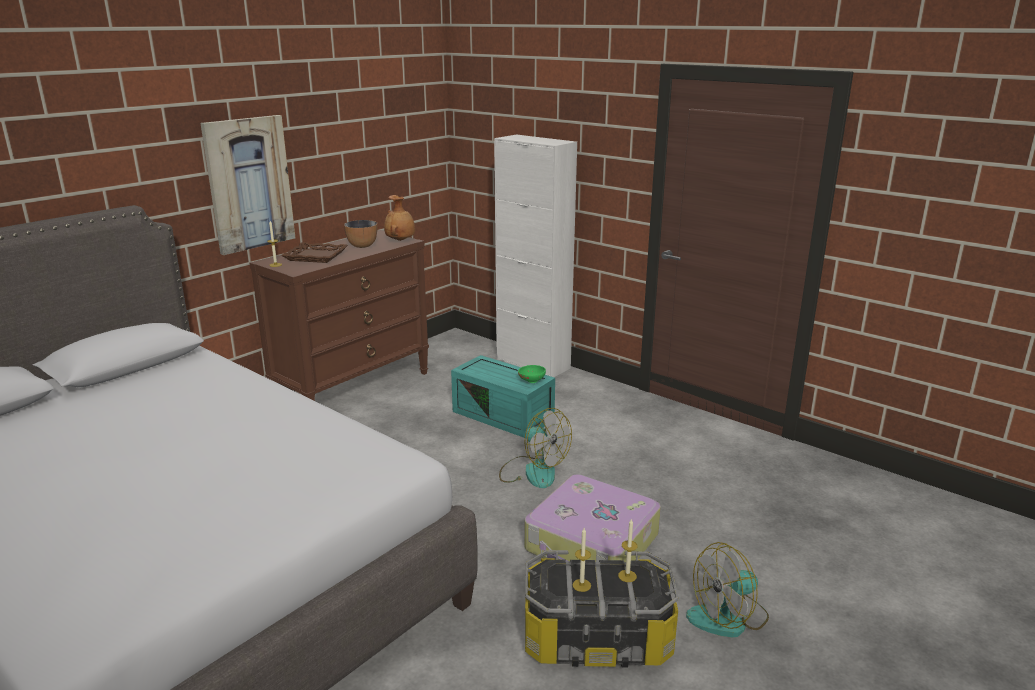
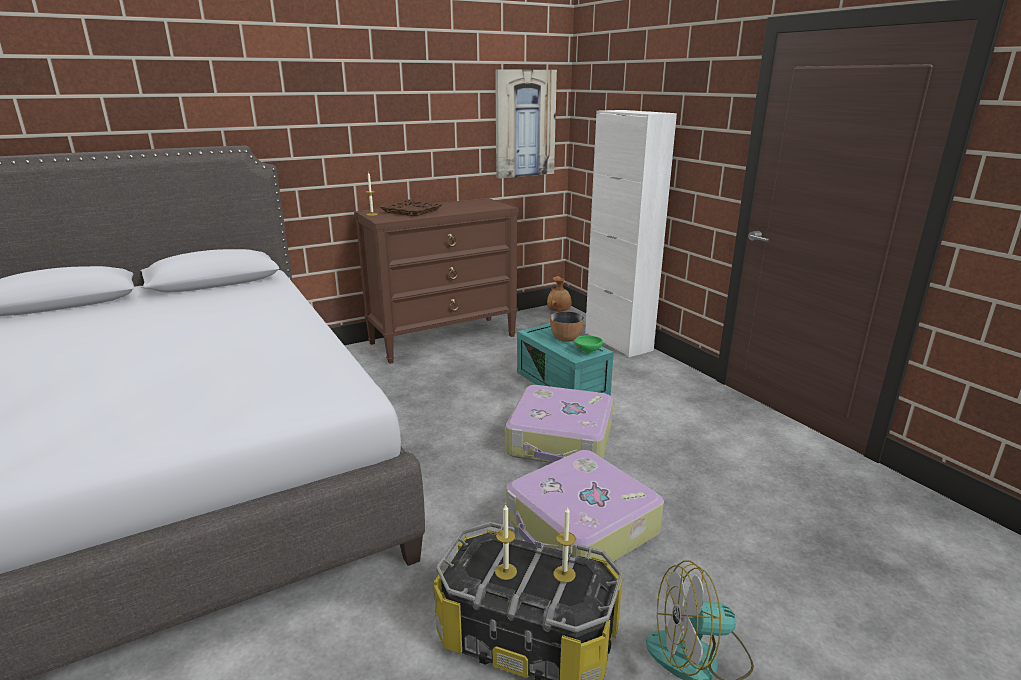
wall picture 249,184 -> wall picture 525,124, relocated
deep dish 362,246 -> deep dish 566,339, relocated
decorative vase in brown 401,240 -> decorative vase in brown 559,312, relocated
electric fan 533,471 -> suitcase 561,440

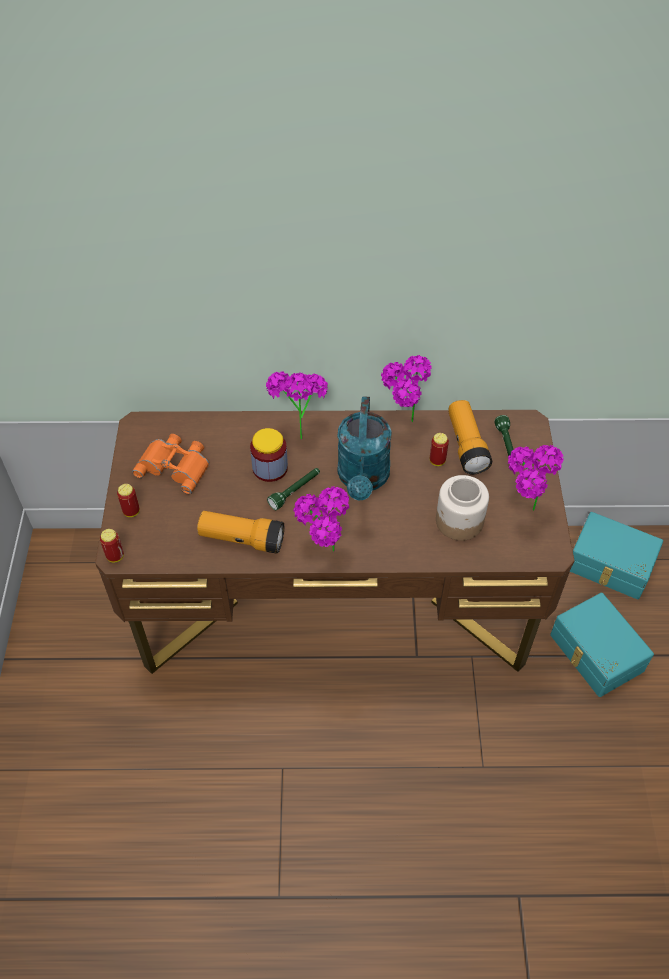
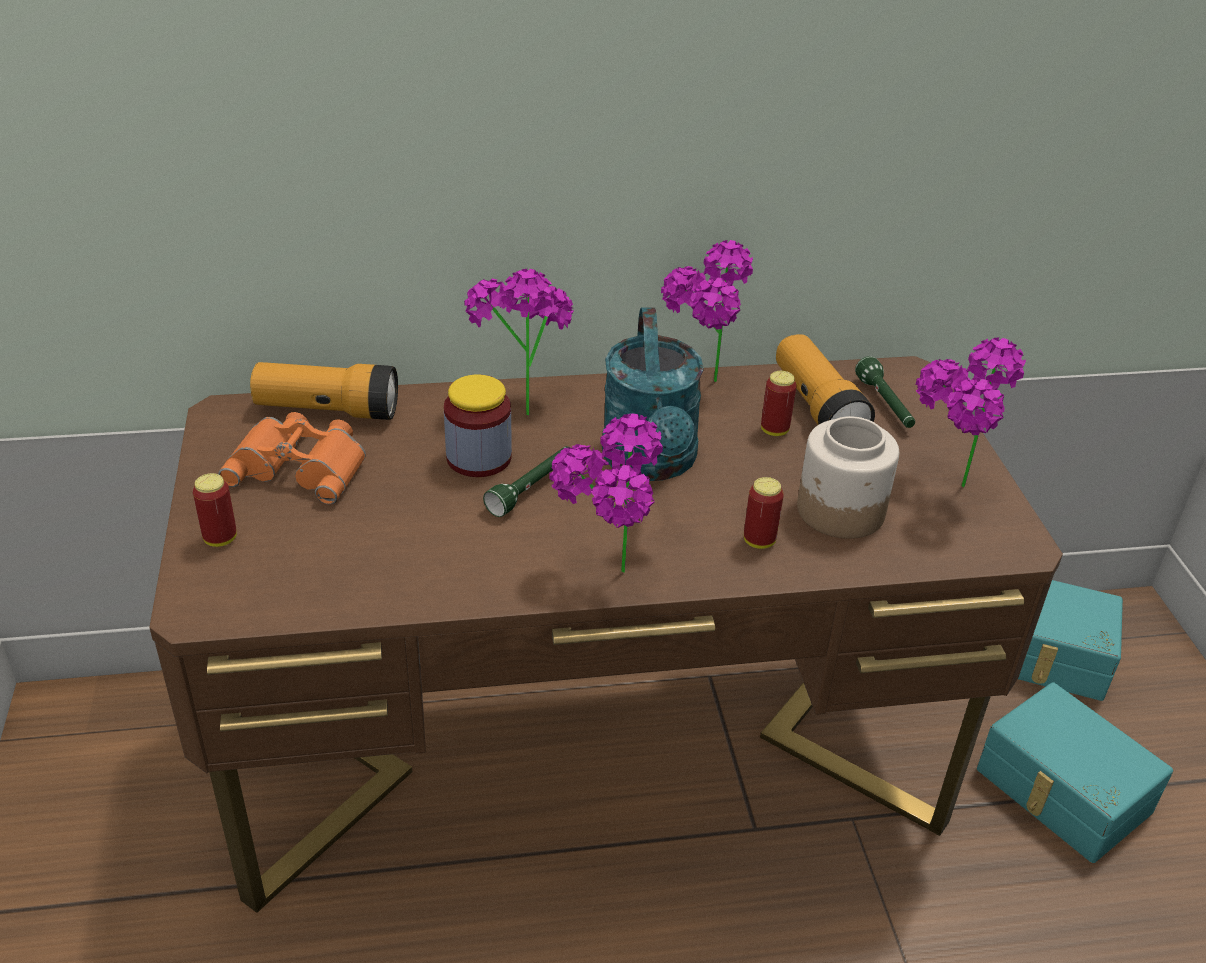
sealed can 115,556 -> sealed can 759,541, relocated
flashlight 242,539 -> flashlight 328,410, relocated

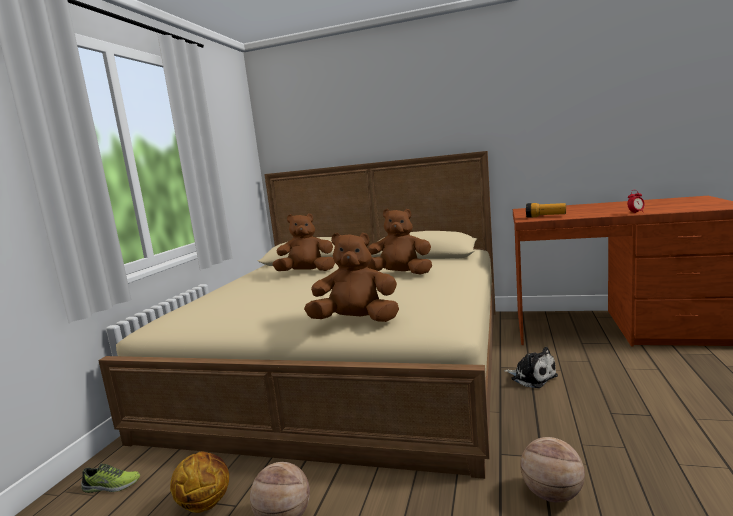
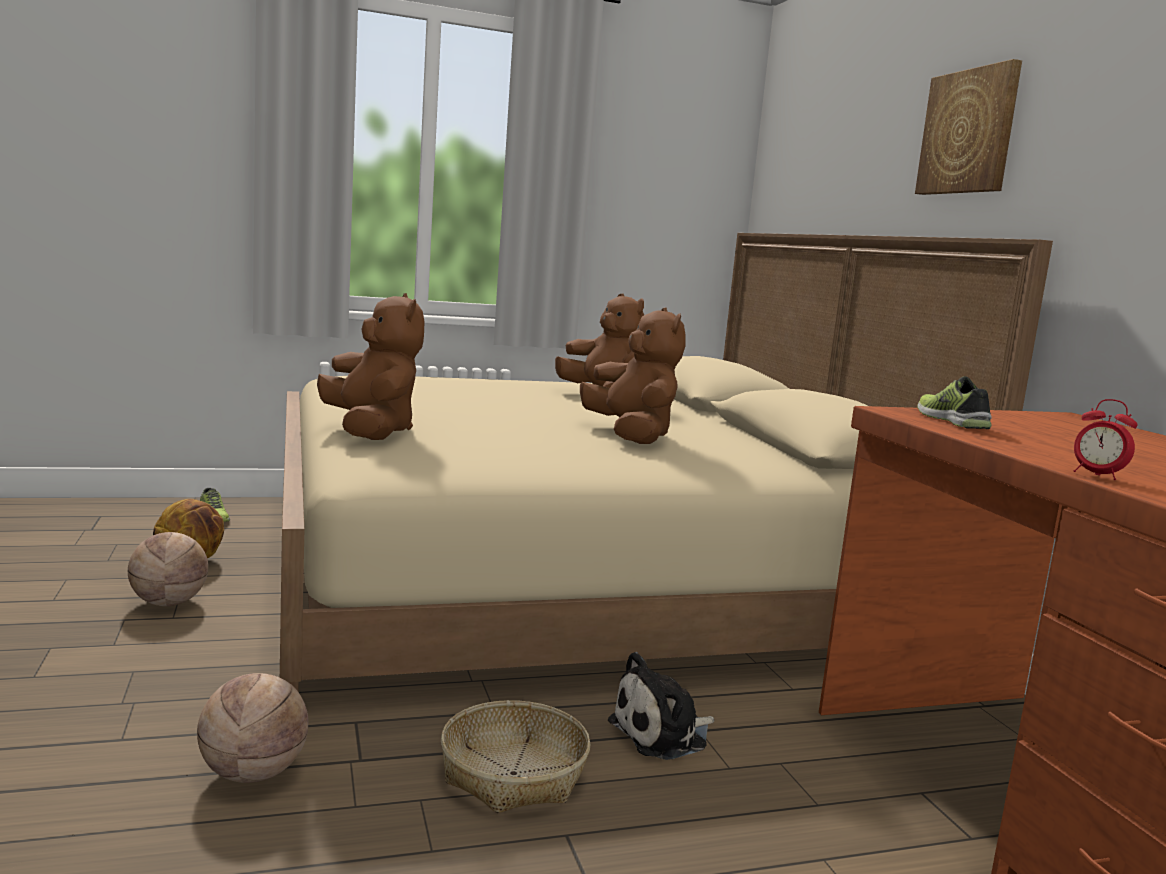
soft toy 531,377 -> soft toy 663,734, 45 degrees clockwise
flashlight 545,216 -> shoe 953,421
none -> basket 514,774
none -> wall picture 969,132

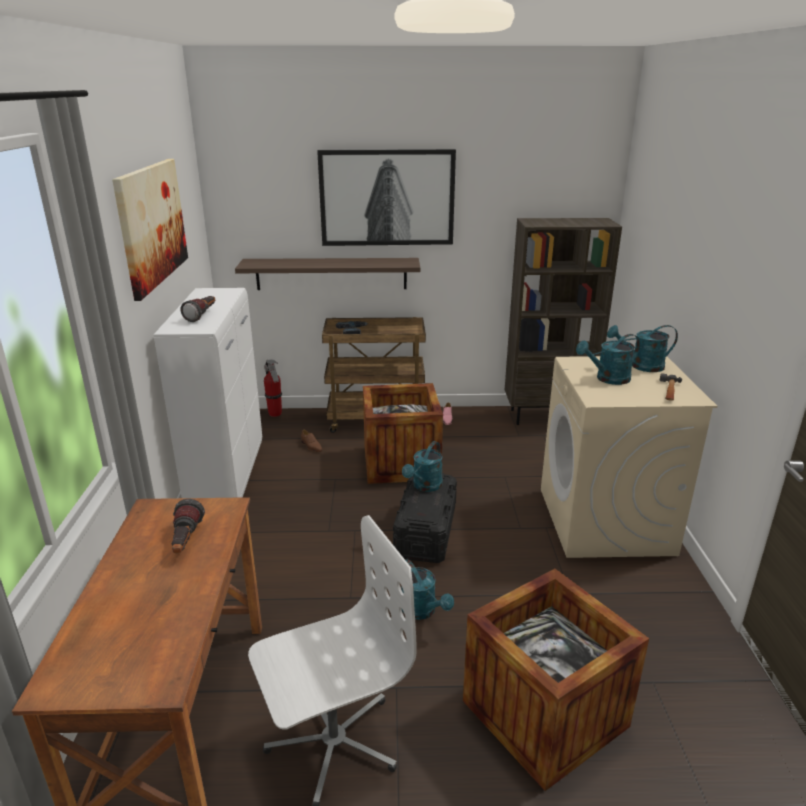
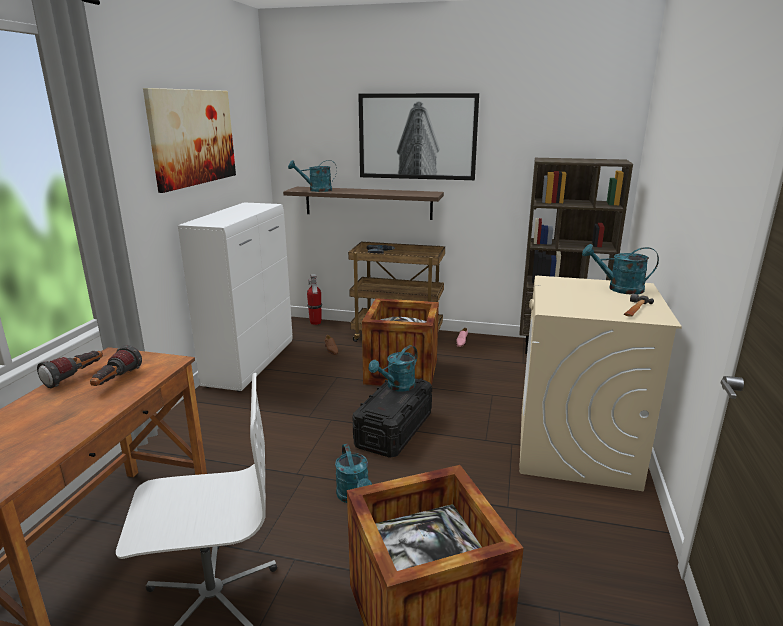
flashlight 202,315 -> flashlight 76,377, relocated
watering pot in turquoise 608,379 -> watering pot in turquoise 316,190, relocated

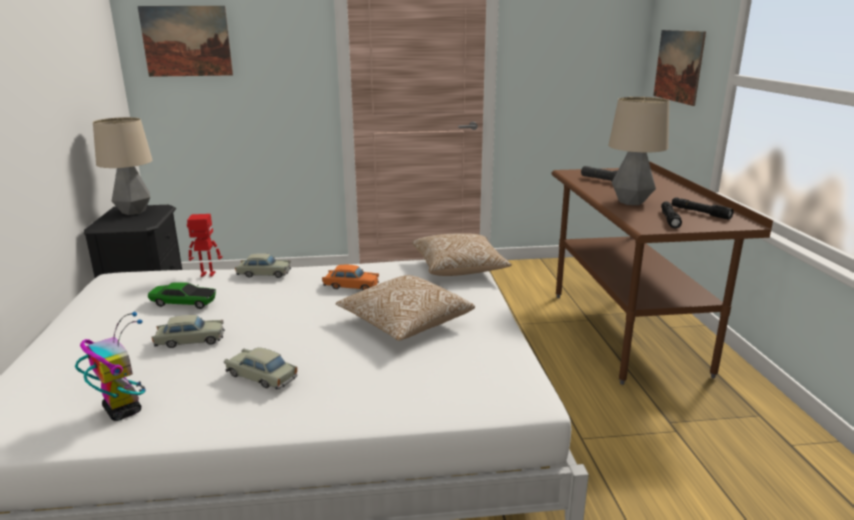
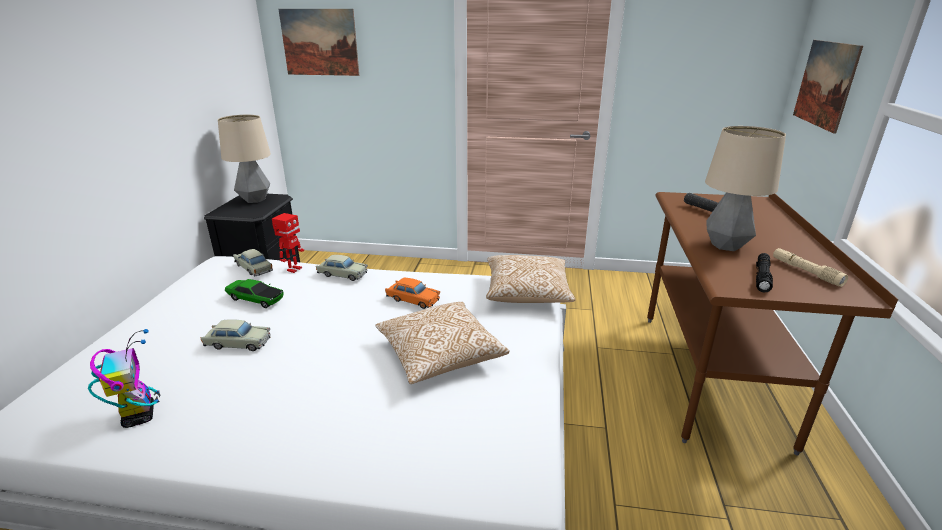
toy robot 207,274 -> toy robot 293,269, 105 degrees clockwise
miniature car in beige 261,377 -> miniature car in beige 254,268, relocated
flashlight in black-coloured 700,213 -> flashlight in beige 805,272

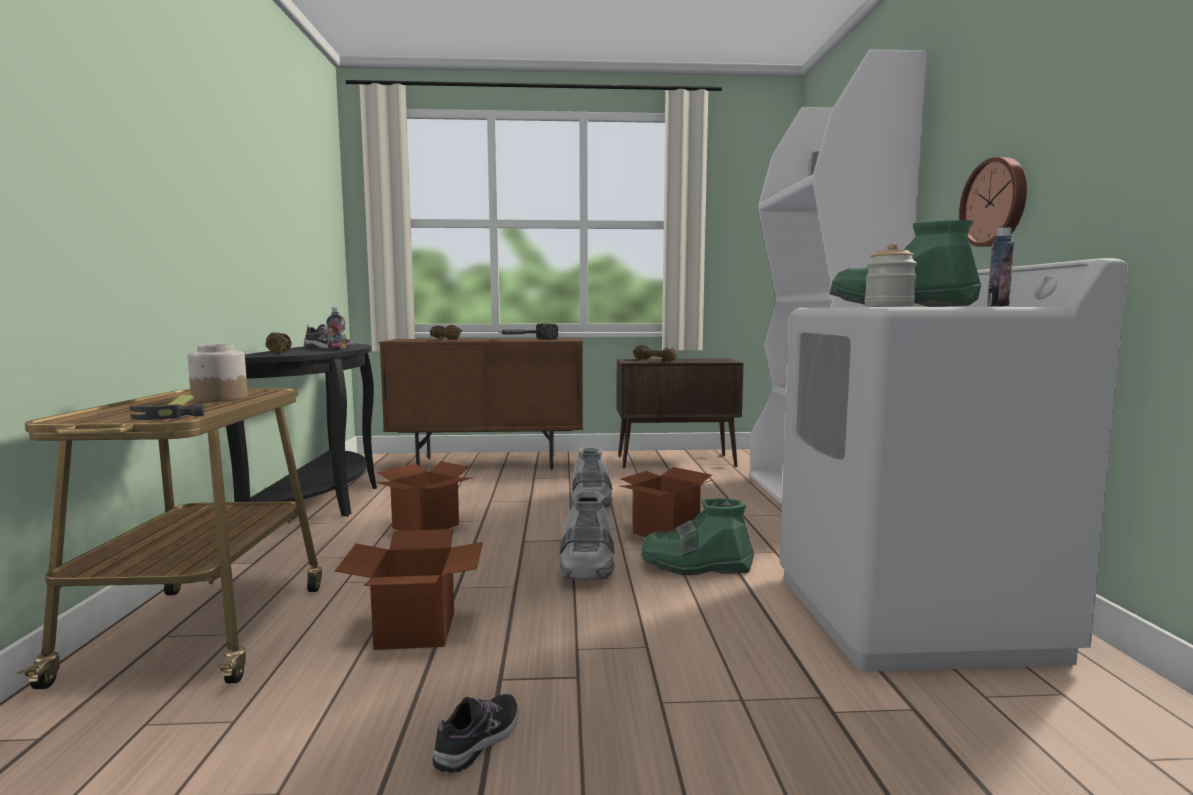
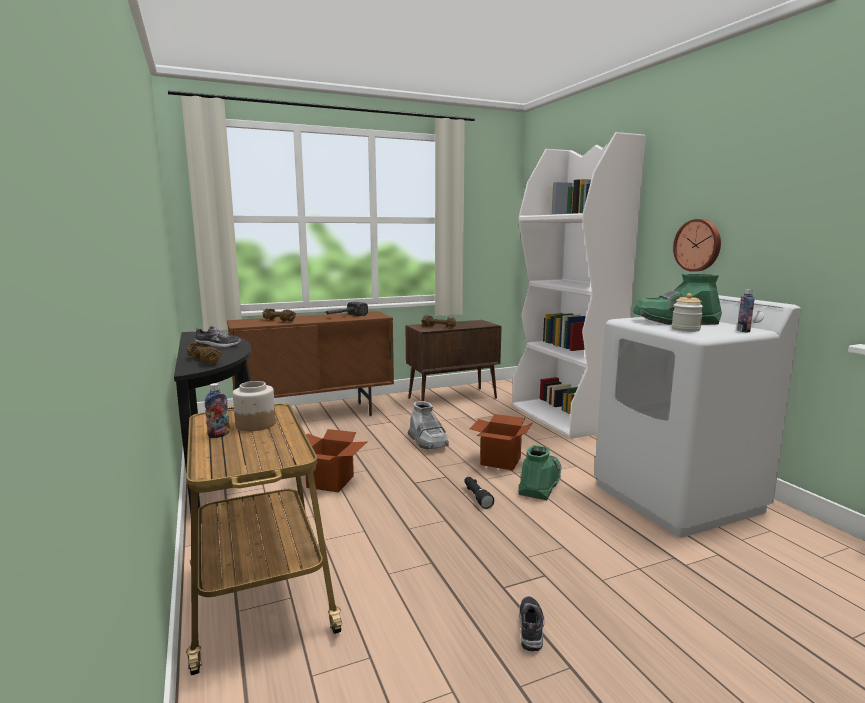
tool hammer 177,410 -> none
drink bottle 337,349 -> drink bottle 219,435, relocated
carton 415,630 -> none
boot in grey 587,567 -> flashlight in black-coloured 477,497
boot in greenish 695,565 -> boot in greenish 540,484, 135 degrees clockwise

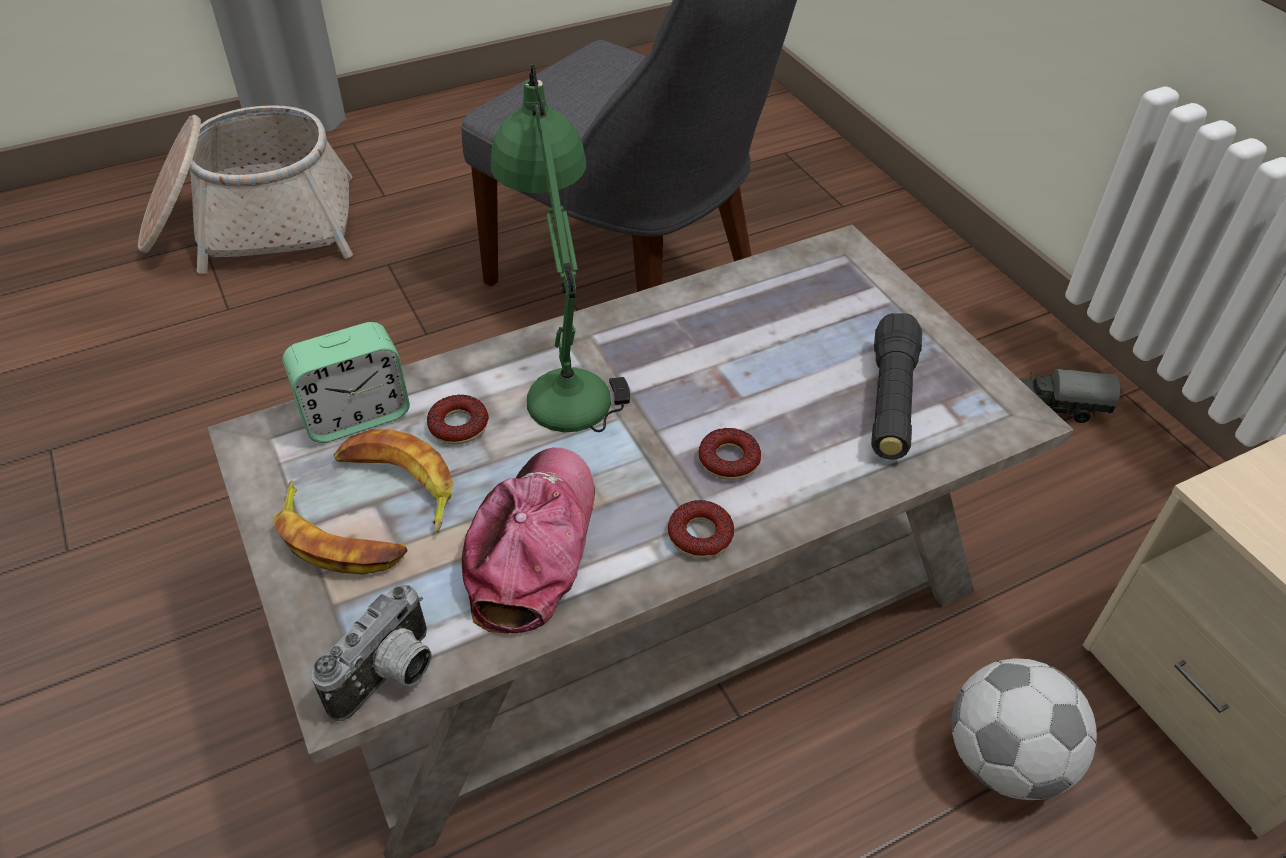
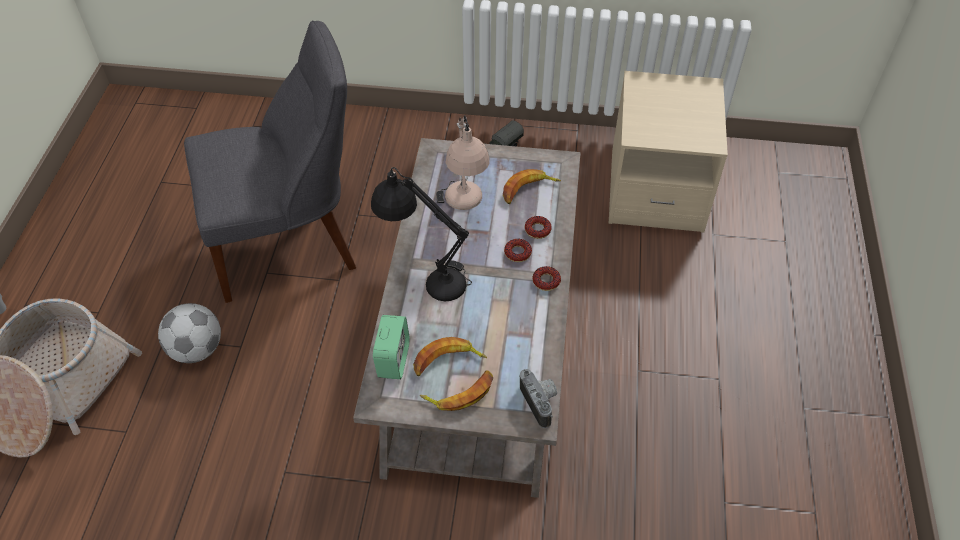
donut 459,425 -> donut 537,230, relocated
peaked cap 533,546 -> none
table lamp in greenish 563,369 -> table lamp in black-coloured 425,277
flashlight in black-coloured 890,401 -> banana 528,190
football ball 1005,759 -> football ball 197,349, relocated
none -> table lamp in beige 464,211

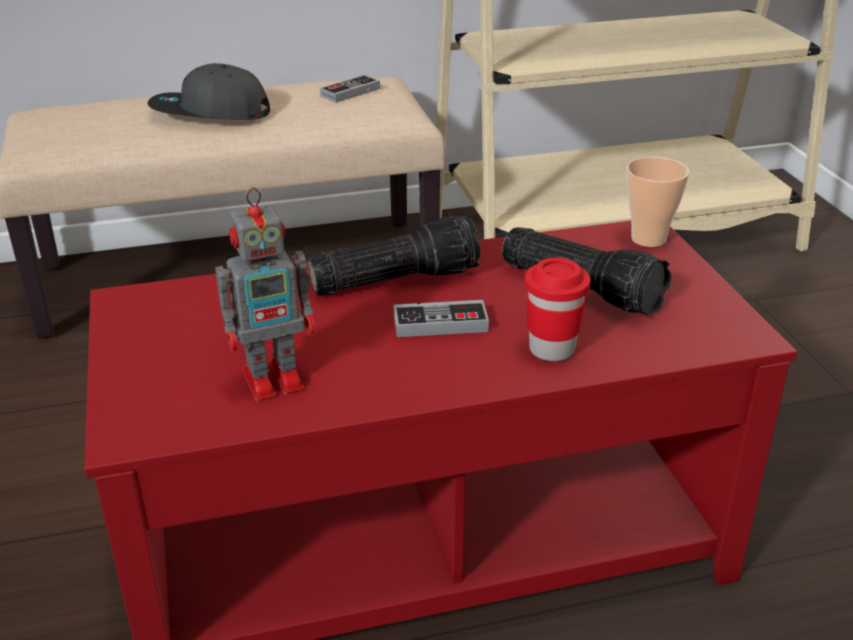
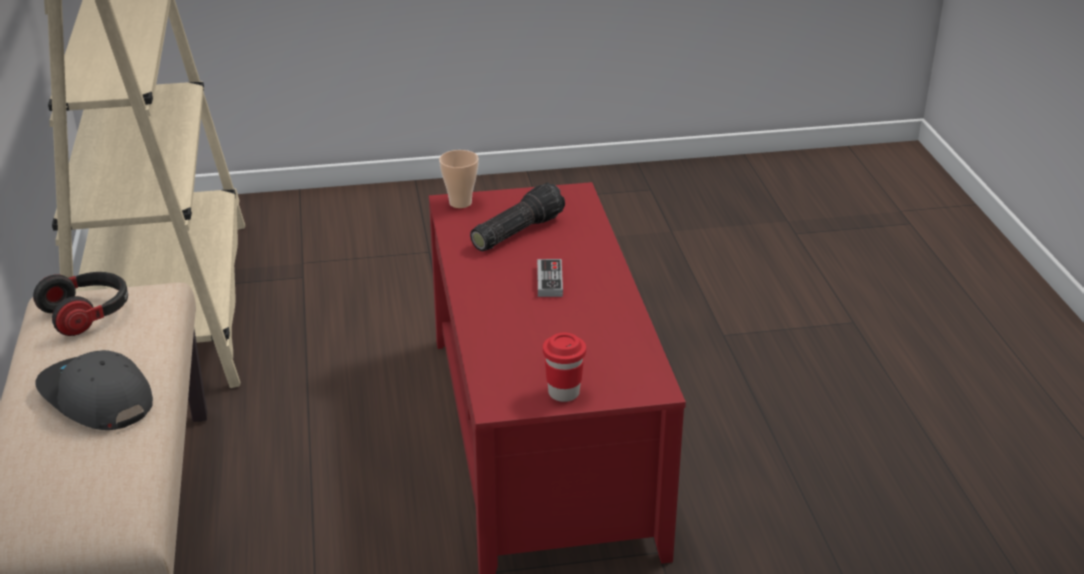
peaked cap in grey 210,113 -> peaked cap in grey 95,399, 120 degrees clockwise
toy robot 276,379 -> none
flashlight 395,278 -> none
joypad 350,92 -> headset 88,315
cup in red 552,349 -> cup in red 563,393, relocated

